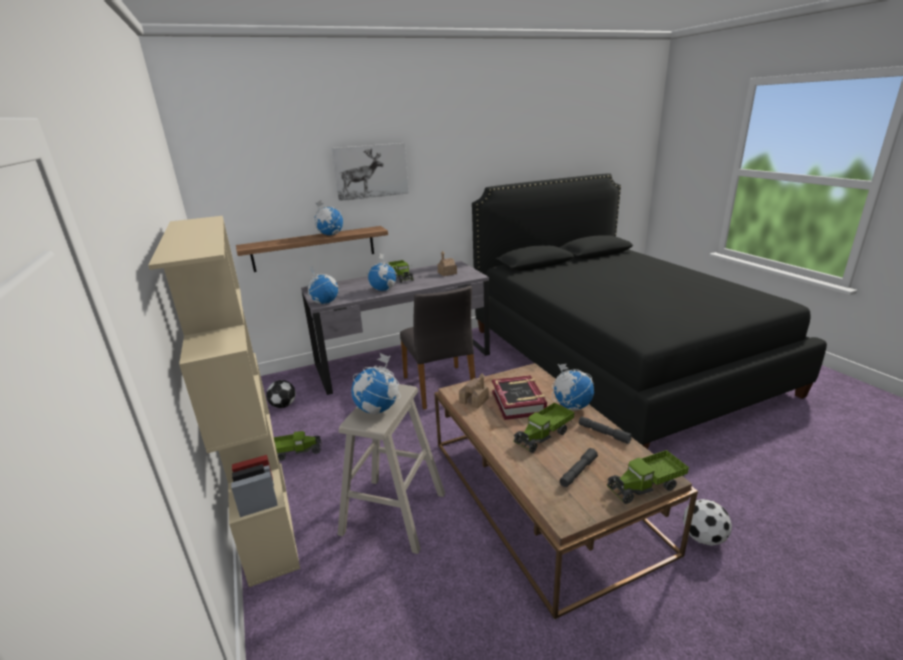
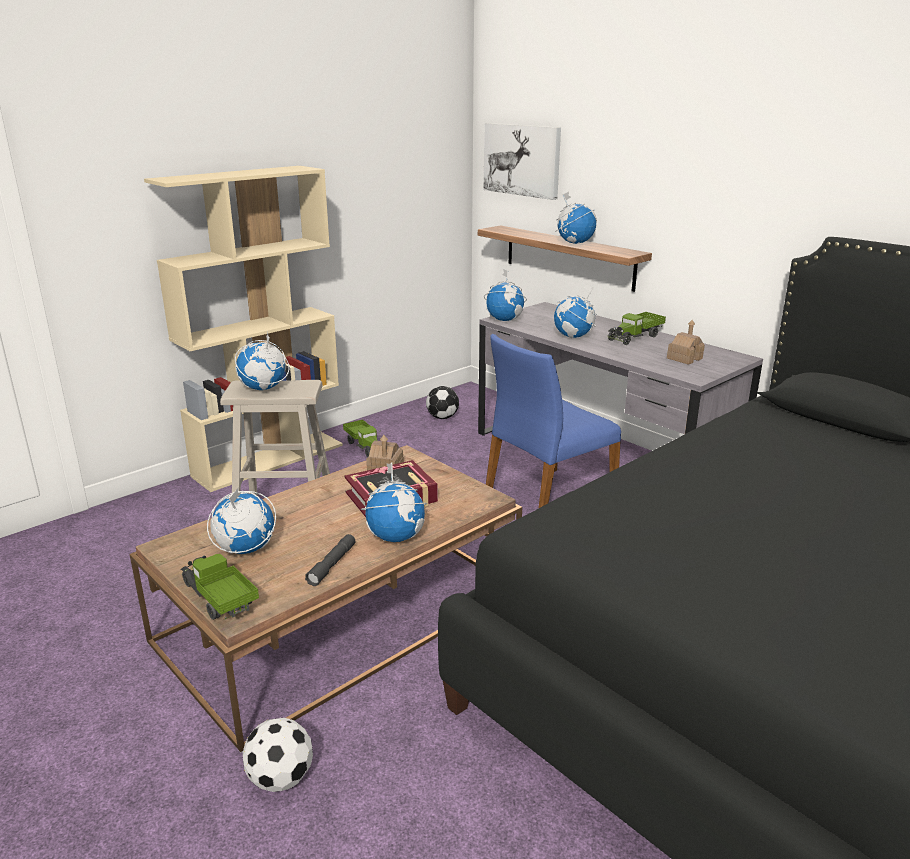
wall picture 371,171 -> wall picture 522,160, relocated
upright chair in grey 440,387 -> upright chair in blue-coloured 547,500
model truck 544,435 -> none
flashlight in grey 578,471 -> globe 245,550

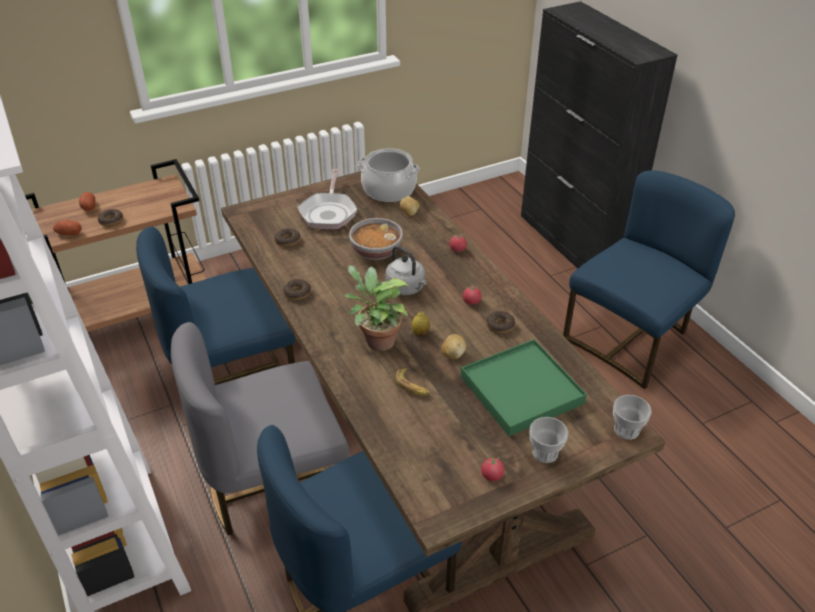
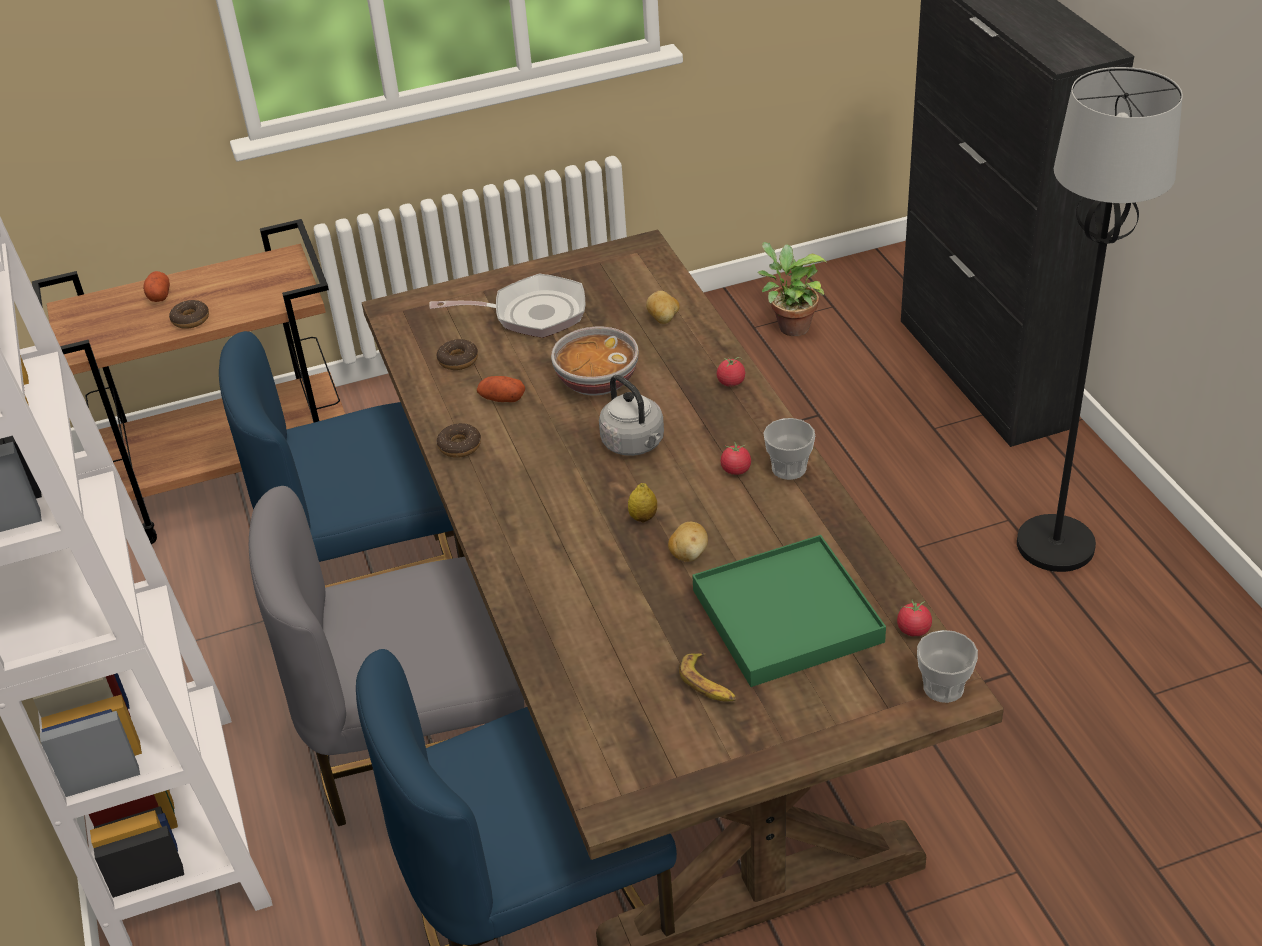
spud 69,233 -> spud 502,399, relocated
pan 329,212 -> pan 532,314, 105 degrees counterclockwise
houseplant 376,340 -> houseplant 790,326, relocated
cooking pot 389,190 -> none
banana 412,386 -> banana 708,684, relocated
tomato 492,475 -> tomato 913,630, relocated
donut 500,326 -> none
cup 545,453 -> cup 789,468, relocated
upright chair in blue-coloured 631,339 -> floor lamp in black-coloured 1056,545

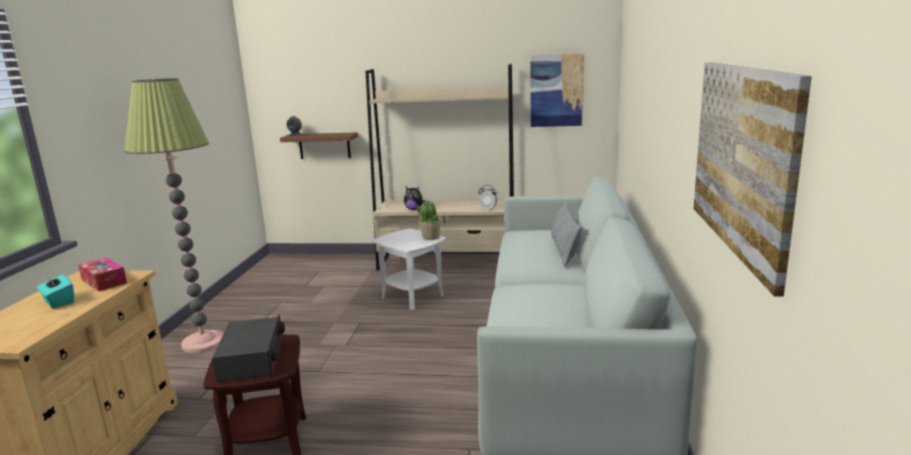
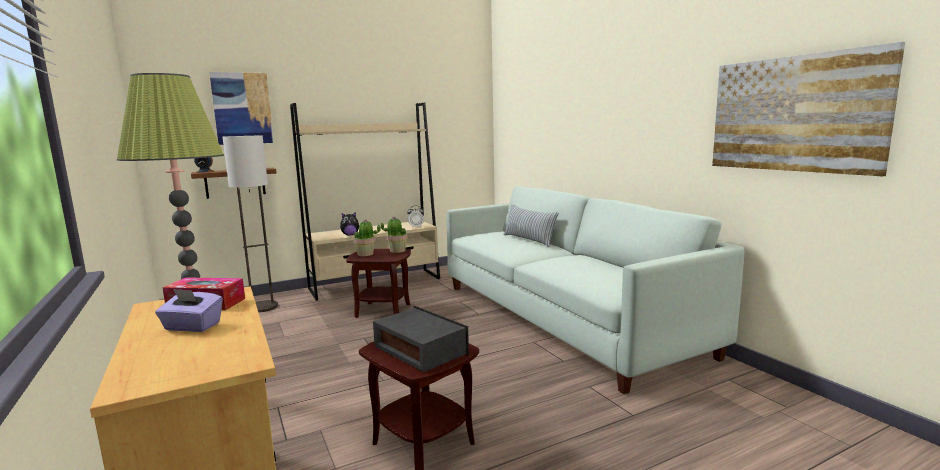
tissue box in turquoise 58,302 -> tissue box in purple 192,327
accent table in white-coloured 413,296 -> accent table in brown 383,310
wall picture 556,90 -> wall picture 242,108, relocated
none -> floor lamp 263,307
none -> houseplant 365,254

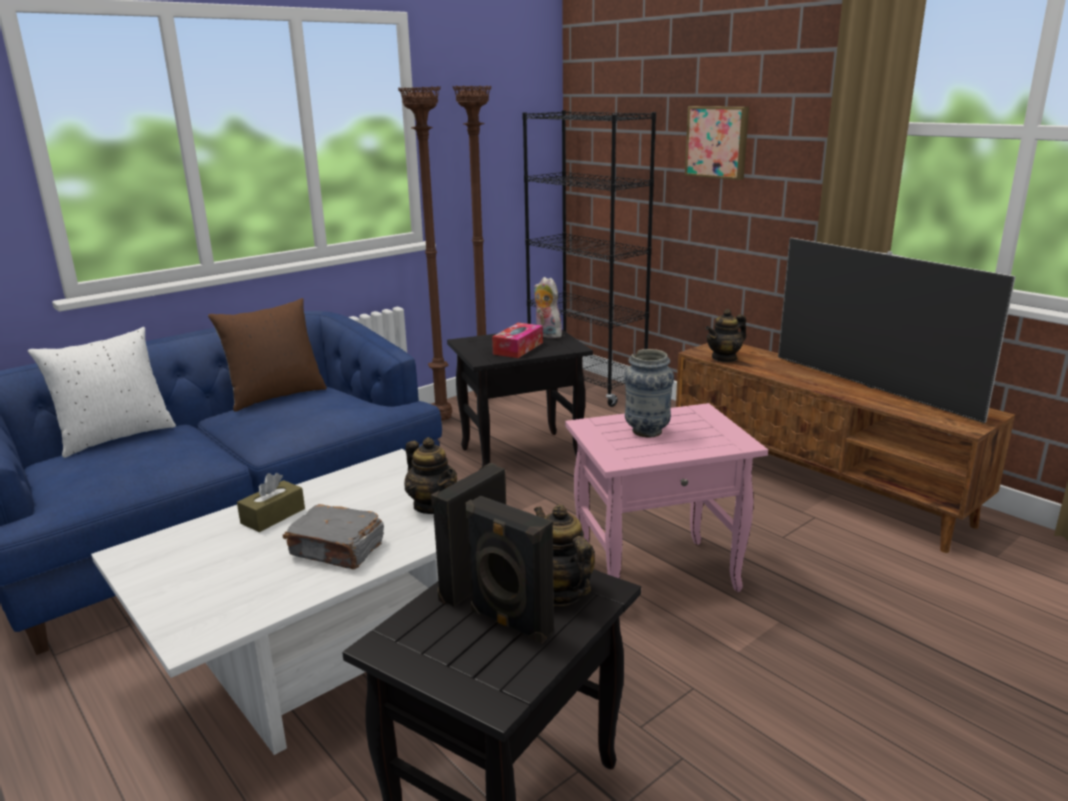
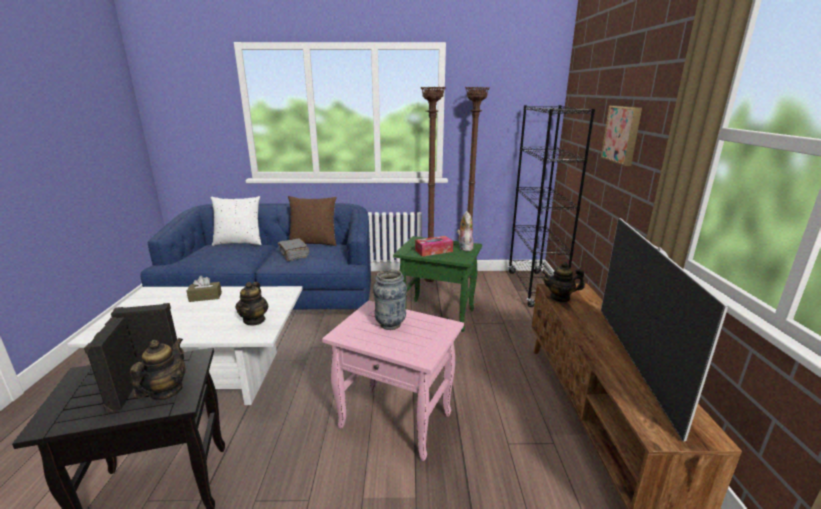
bound book in grey 337,550 -> bound book in grey 294,255, relocated
accent table in black-coloured 519,455 -> accent table in greenish 436,315

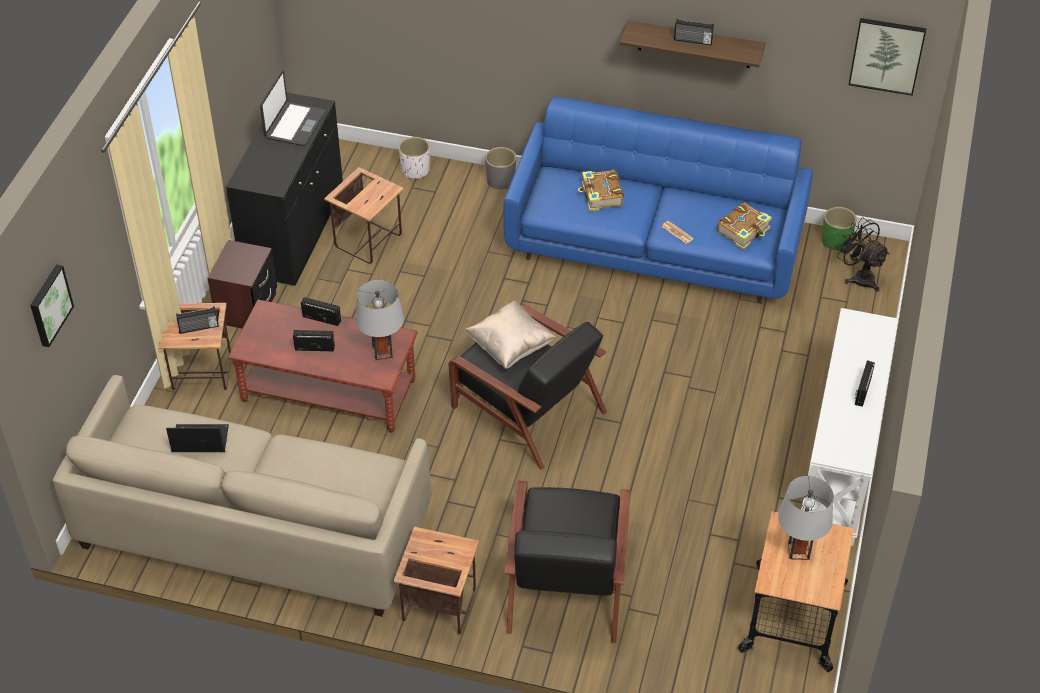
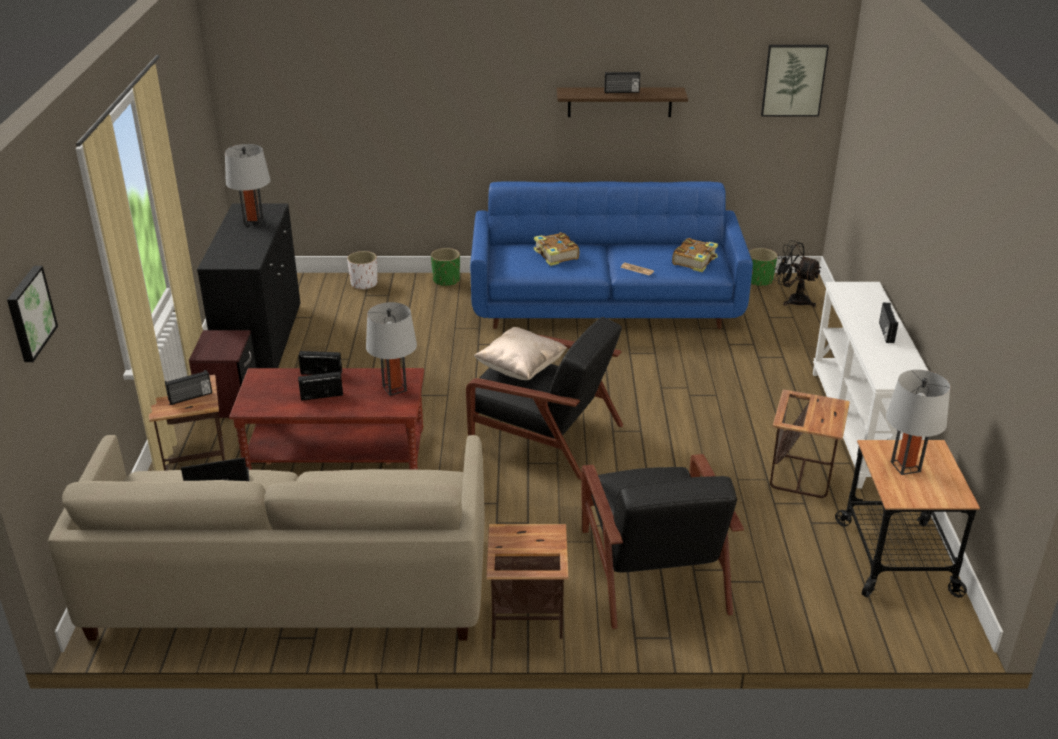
portable computer 294,125 -> table lamp in grey 253,222
accent table 369,241 -> accent table 801,475, relocated
planter in grey 501,181 -> planter in greenish 446,280

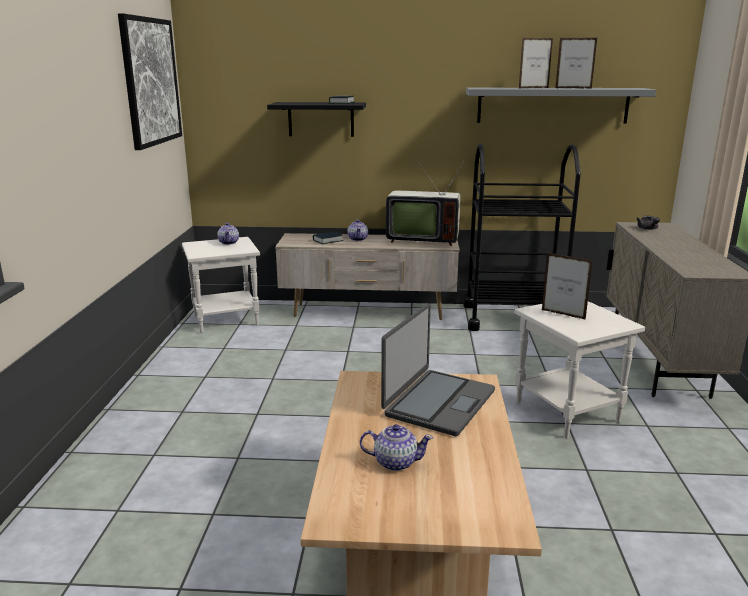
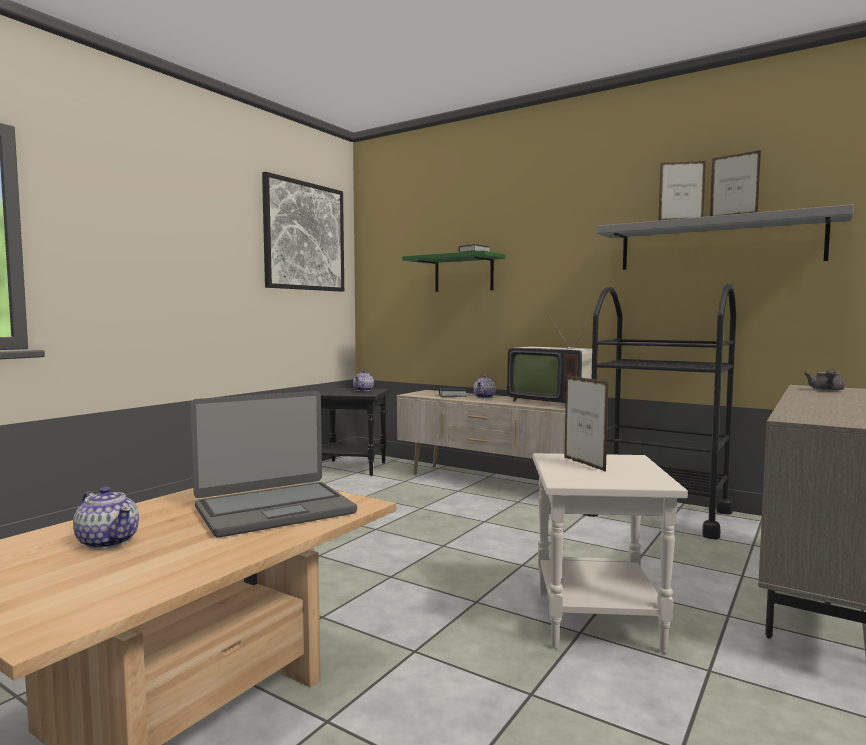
accent table in white-coloured 226,319 -> accent table in black-coloured 352,467
bracket shelf in black-coloured 321,119 -> bracket shelf in greenish 463,274

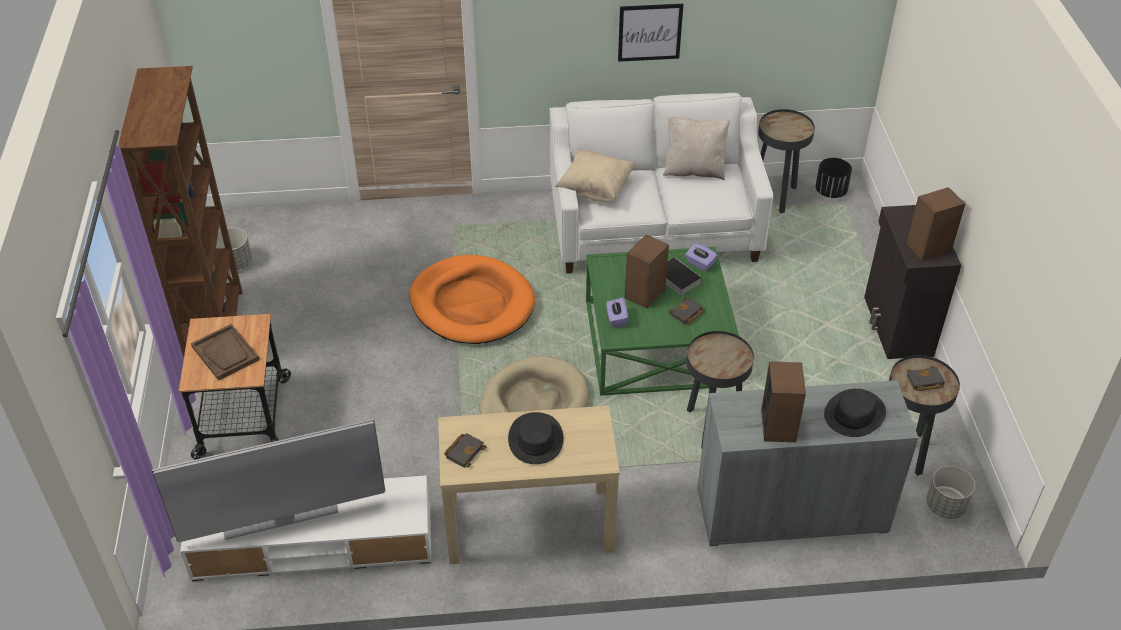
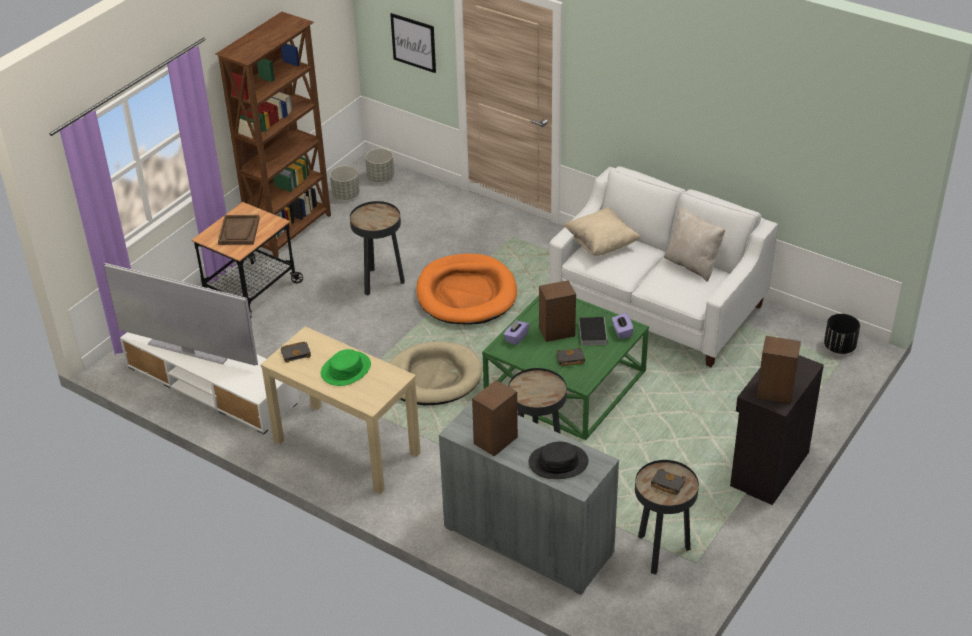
wearable hat in black-coloured 535,439 -> wearable hat in greenish 345,369
wall picture 650,32 -> wall picture 413,42, relocated
accent table in black-coloured 776,196 -> accent table in black-coloured 381,282, relocated
planter in grey 945,505 -> planter in grey 380,177, relocated

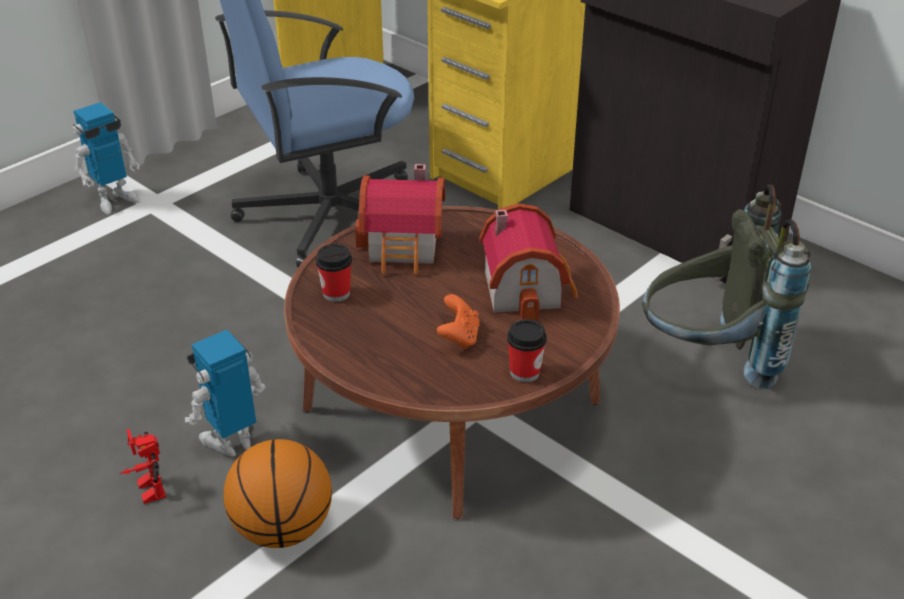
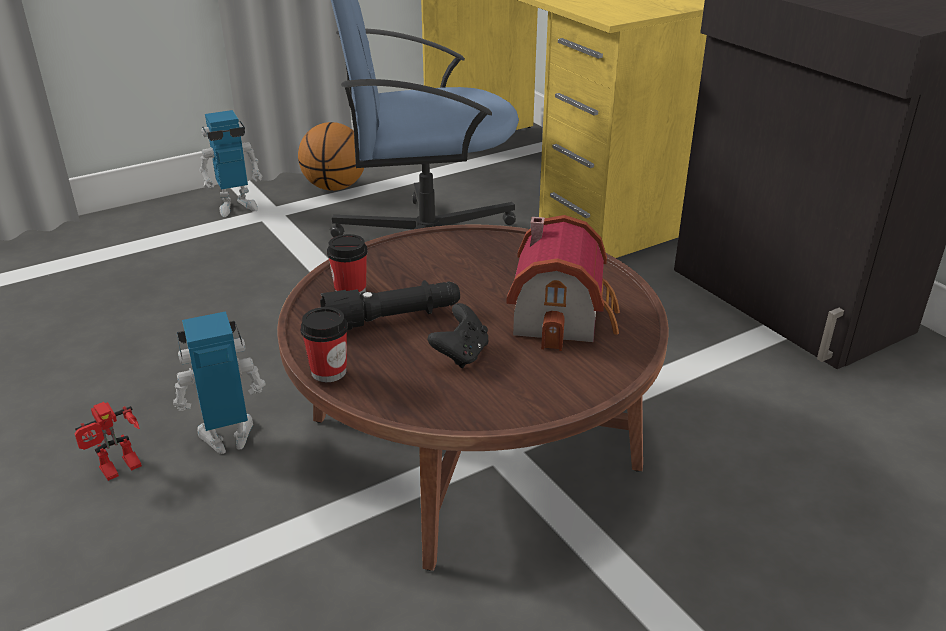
toy robot 146,489 -> toy robot 119,471, 120 degrees counterclockwise
basketball 283,528 -> basketball 335,187, relocated
miniature house 406,247 -> none
joypad in orange-coloured 459,337 -> joypad in black-coloured 461,354
cup 525,372 -> cup 329,371, relocated
rucksack in grey 708,360 -> none
none -> flashlight in black-coloured 393,319

